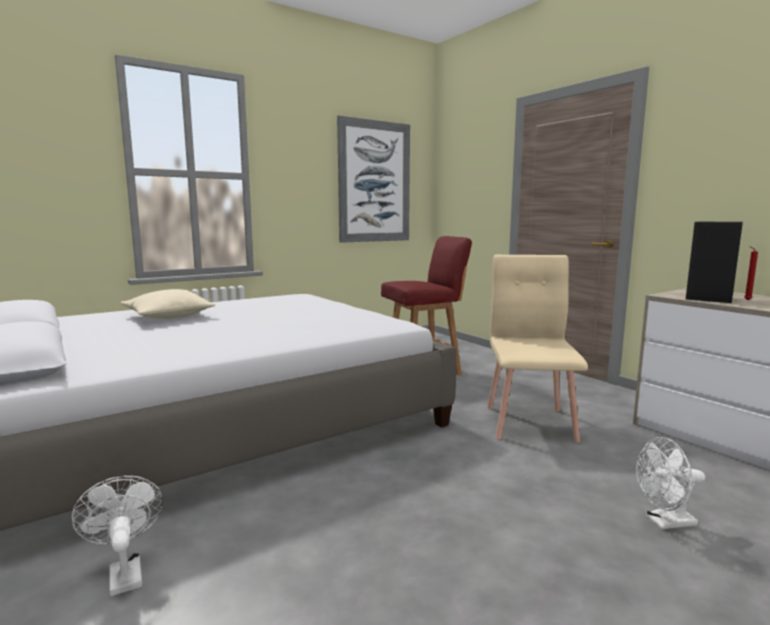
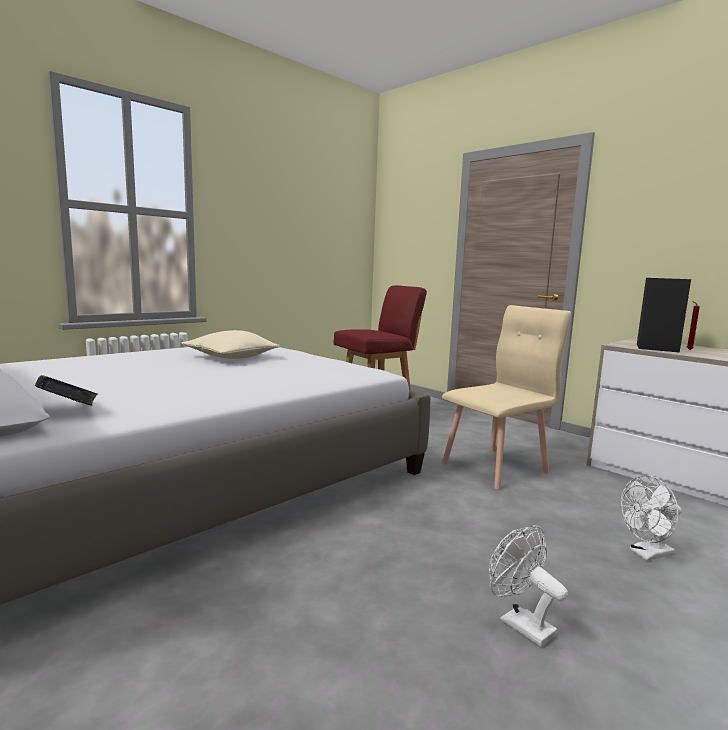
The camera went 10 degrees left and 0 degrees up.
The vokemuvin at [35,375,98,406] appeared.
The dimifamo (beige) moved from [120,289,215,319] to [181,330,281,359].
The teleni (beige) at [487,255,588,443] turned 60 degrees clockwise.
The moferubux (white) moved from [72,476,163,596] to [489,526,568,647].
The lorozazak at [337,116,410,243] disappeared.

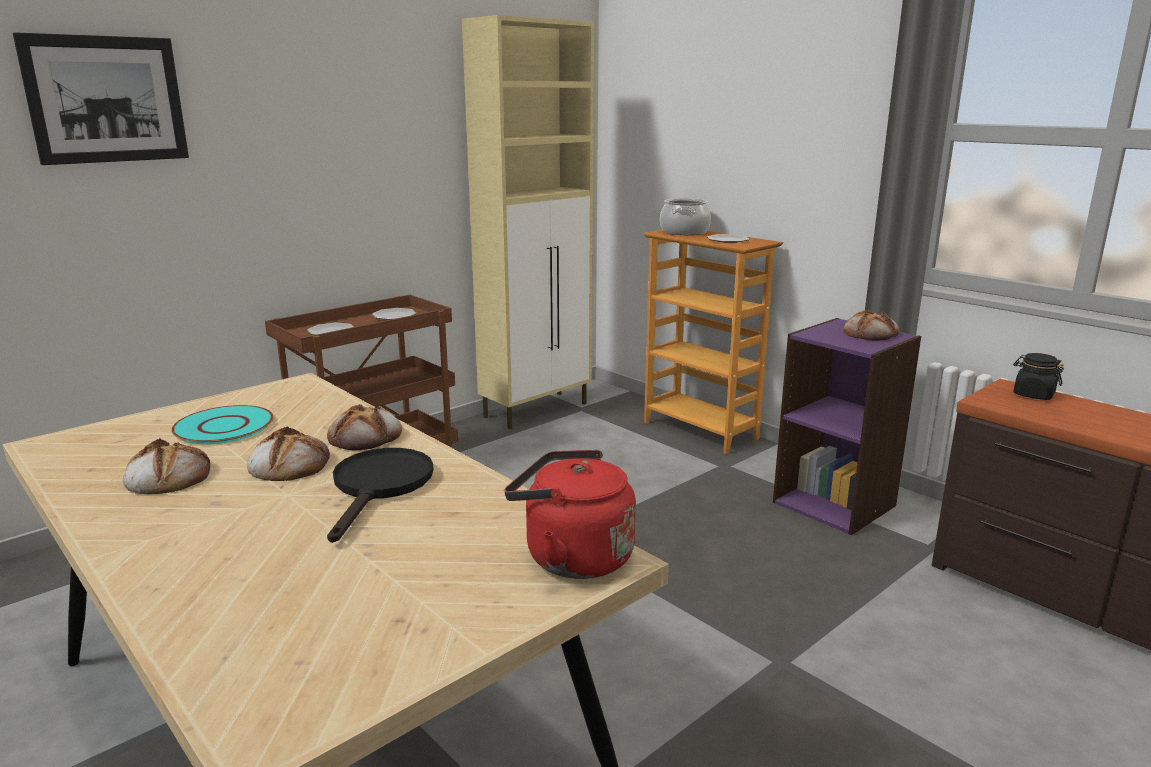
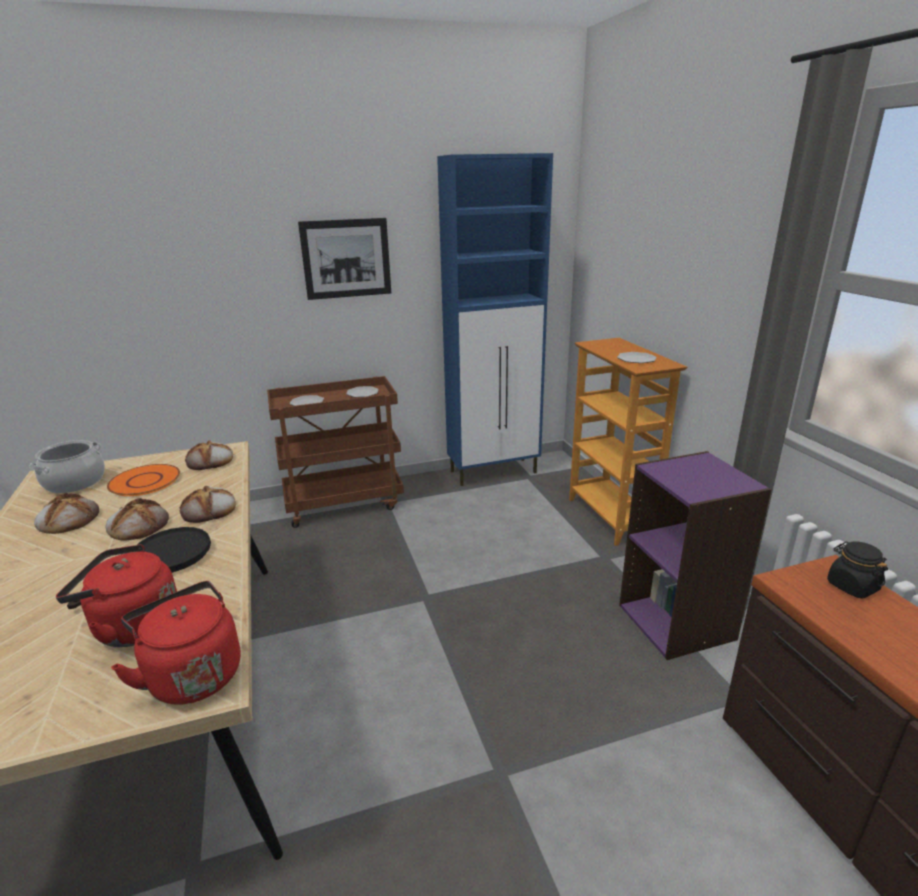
The camera went 25 degrees right and 5 degrees up.
The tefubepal moved from [660,198,711,235] to [29,440,105,493].
The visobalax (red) at [56,544,177,647] appeared.
The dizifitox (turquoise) at [171,405,274,444] became the dizifitox (orange) at [107,464,180,496].
The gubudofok moved from [843,310,899,341] to [185,440,233,470].
The lorozazak moved from [13,32,189,165] to [298,218,391,300].
The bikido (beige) at [462,15,594,429] became the bikido (blue) at [437,153,553,486].

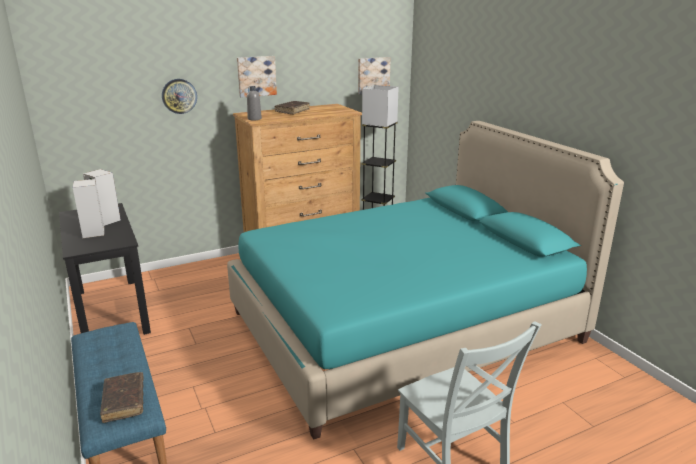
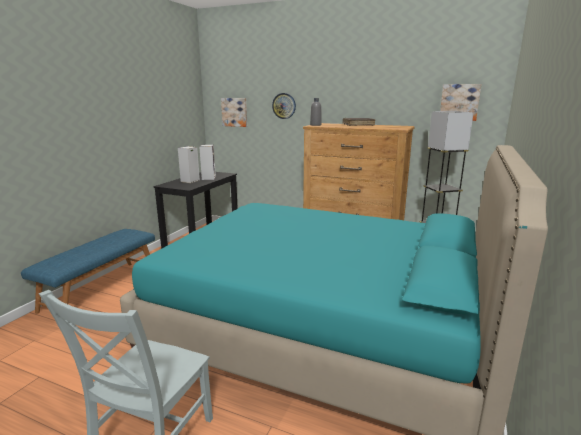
The camera went 50 degrees right and 5 degrees down.
The lorozazak moved from [237,56,277,98] to [221,98,247,127].
The vokemuvin (brown) at [100,372,144,423] disappeared.

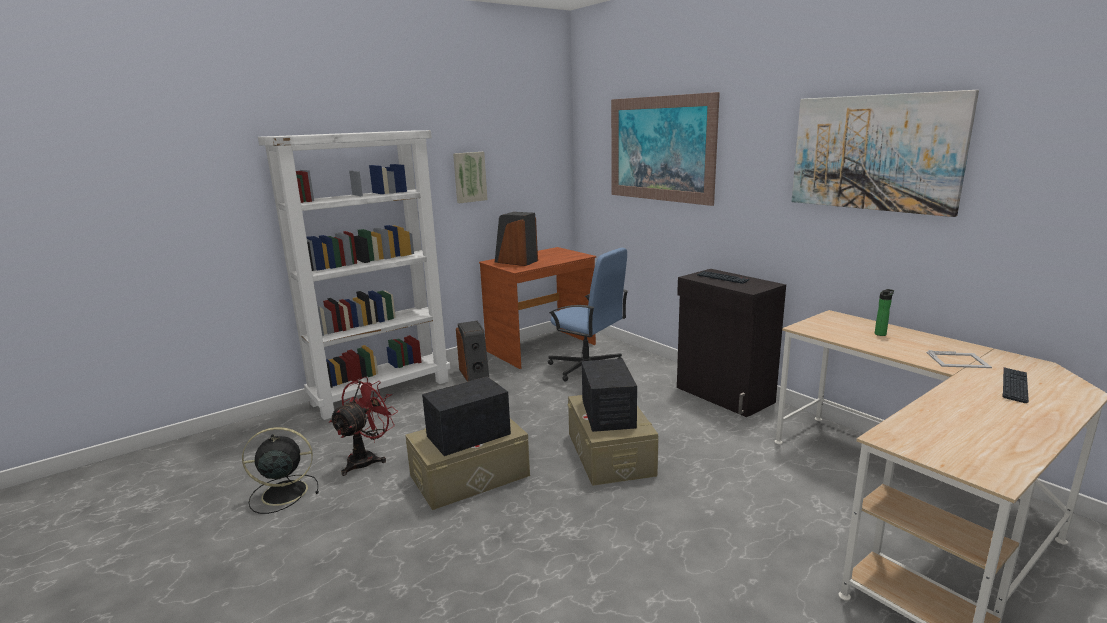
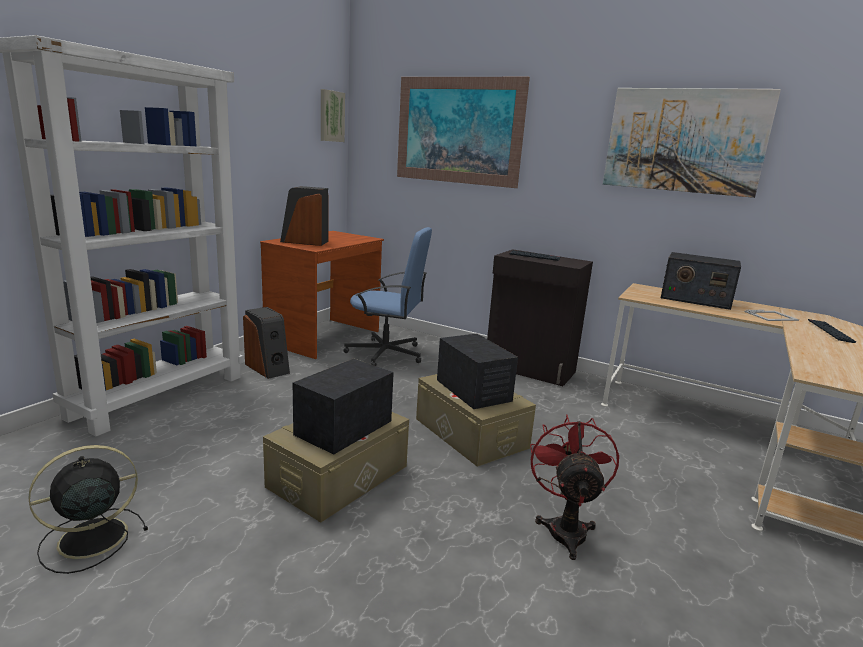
The camera went 25 degrees left and 0 degrees up.
The lorozazak moved from [453,152,488,203] to [321,89,345,142].
The moferubux (red) moved from [329,377,398,476] to [530,414,619,560].
The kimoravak at [875,289,894,336] was replaced by the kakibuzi at [661,252,741,310].

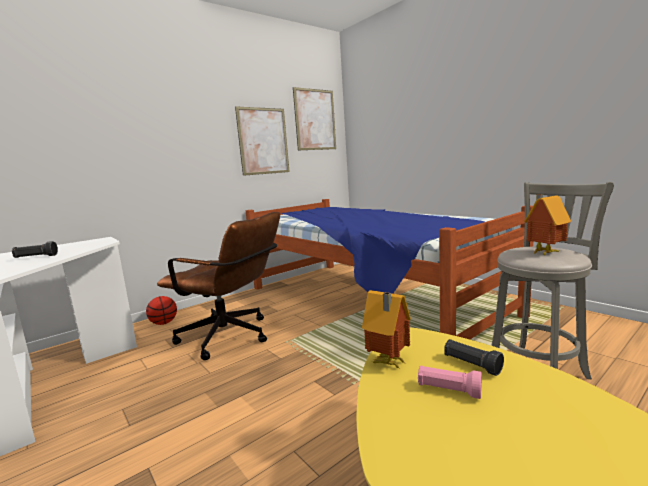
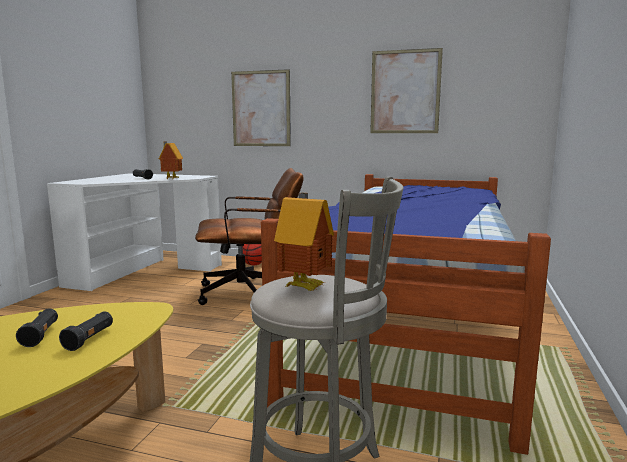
The camera went 55 degrees right and 0 degrees up.
The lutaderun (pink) at [418,366,482,399] became the lutaderun (black) at [16,308,58,347].
The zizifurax moved from [362,290,411,369] to [159,142,183,179].
The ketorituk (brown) at [157,212,280,360] turned 90 degrees counterclockwise.
The lorozazak moved from [293,87,336,150] to [231,69,291,146].

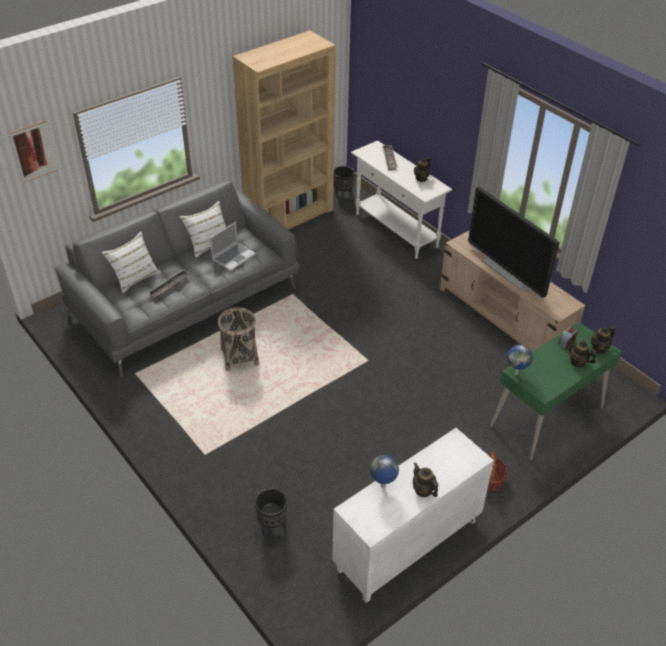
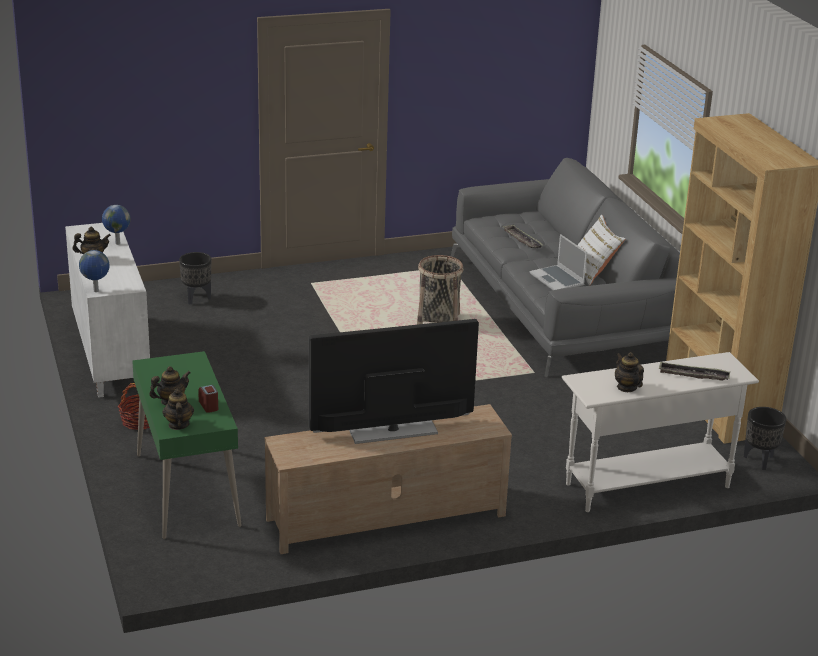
The camera went 110 degrees right and 15 degrees down.
The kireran moved from [507,345,533,375] to [79,250,109,292].
The lorozazak at [10,120,58,182] disappeared.
The dimifamo (white) at [101,232,161,293] disappeared.

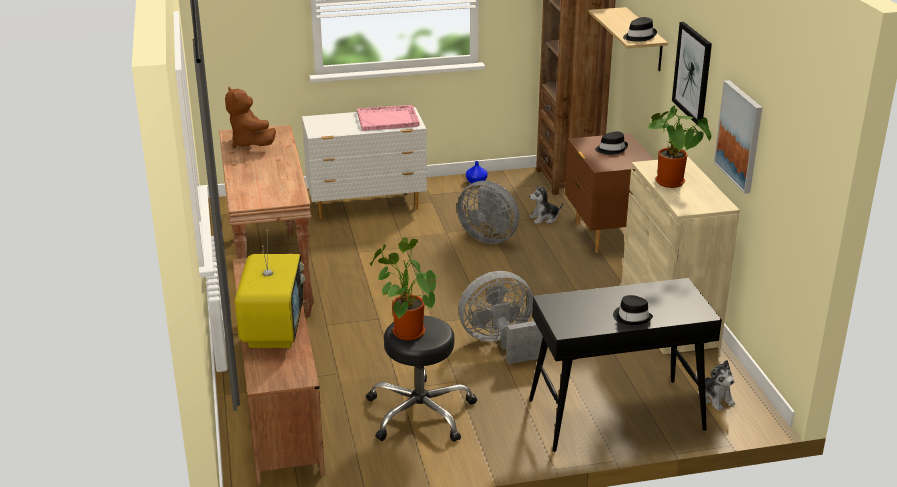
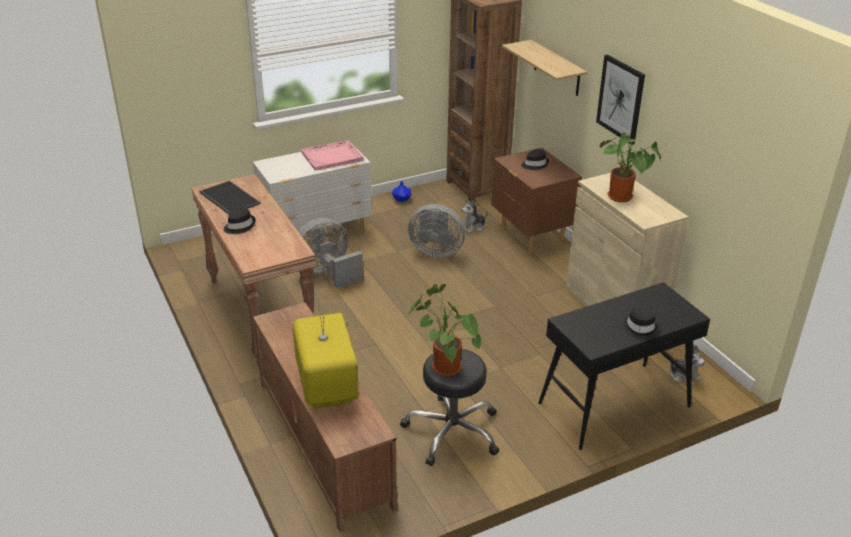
The camera went 15 degrees left and 5 degrees up.
The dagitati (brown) at [225,87,276,148] was replaced by the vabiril at [199,180,260,214].
The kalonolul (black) moved from [623,17,657,42] to [224,207,256,234].
The moferubux (grey) moved from [459,271,546,364] to [298,218,363,289].
The lorozazak at [714,80,763,194] disappeared.

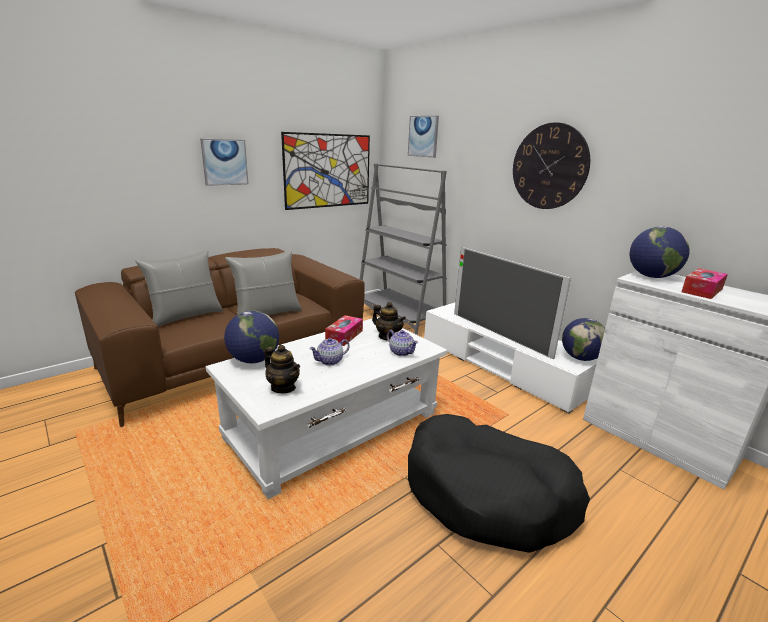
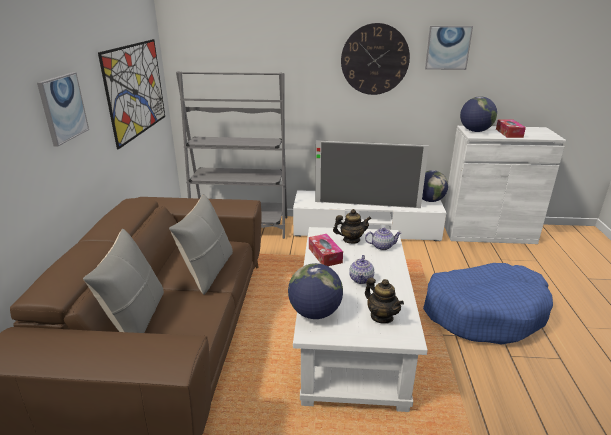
The camera went 45 degrees left and 5 degrees up.
The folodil at [264,345,300,393] turned 60 degrees clockwise.
The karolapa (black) at [408,414,590,553] became the karolapa (blue) at [423,263,553,344].
The lorozazak moved from [408,116,439,158] to [425,26,473,70].

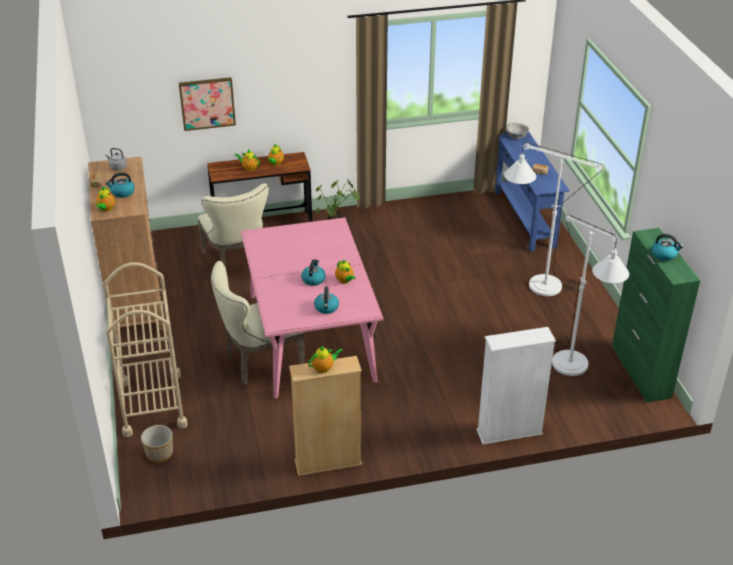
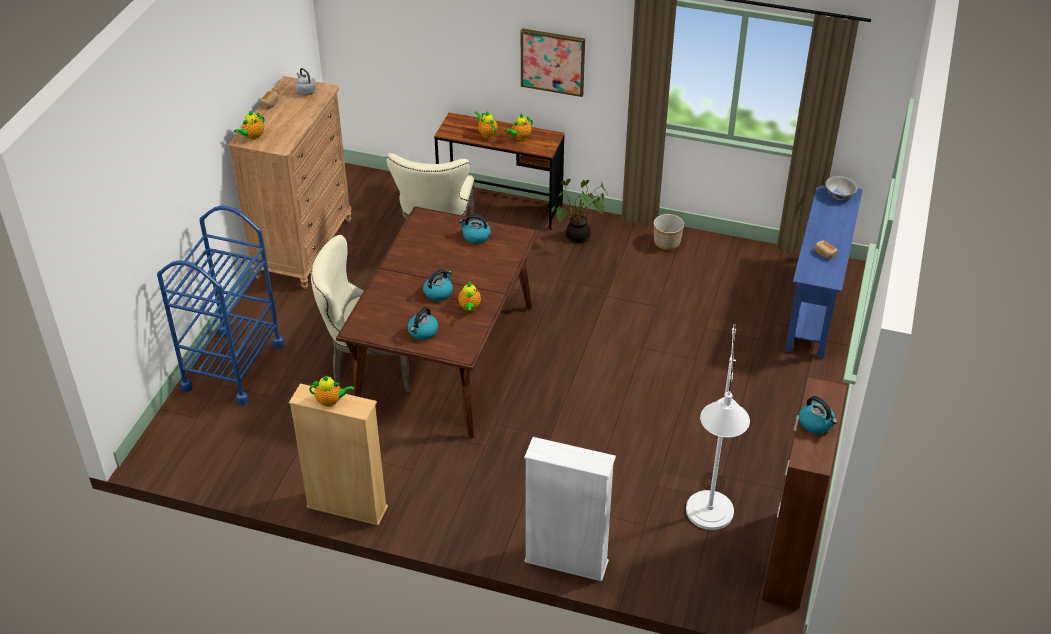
The camera went 30 degrees right and 5 degrees up.
The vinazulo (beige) at [104,262,188,437] became the vinazulo (blue) at [157,206,285,406].
The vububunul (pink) at [241,218,383,398] became the vububunul (brown) at [336,206,539,439].
The visobalax moved from [105,172,135,198] to [459,214,491,244].
The lorozazak moved from [179,77,236,131] to [521,28,585,97].
The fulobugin moved from [141,425,173,463] to [653,214,684,250].
The bikido (green) at [612,228,700,402] became the bikido (brown) at [762,377,847,609].
The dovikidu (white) at [504,142,604,296] disappeared.

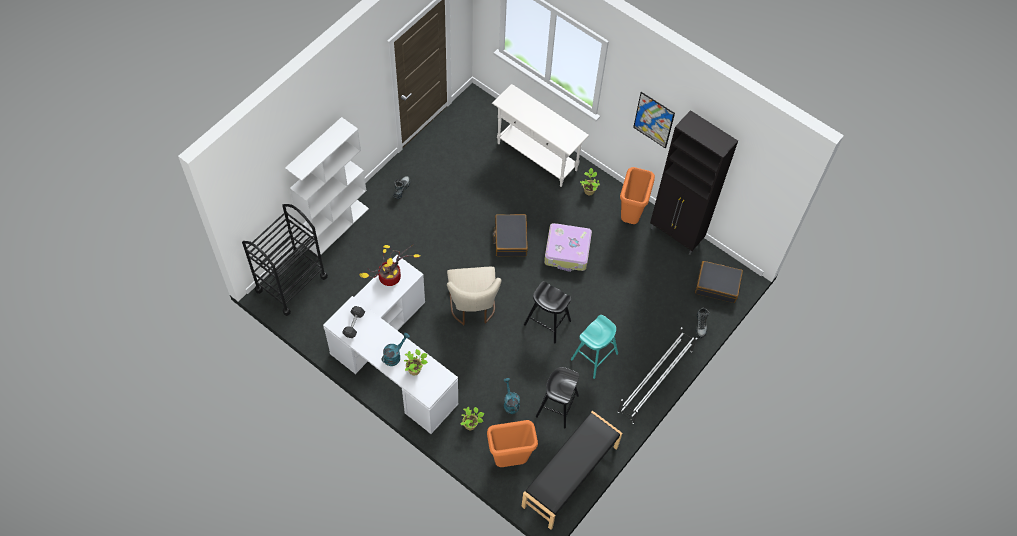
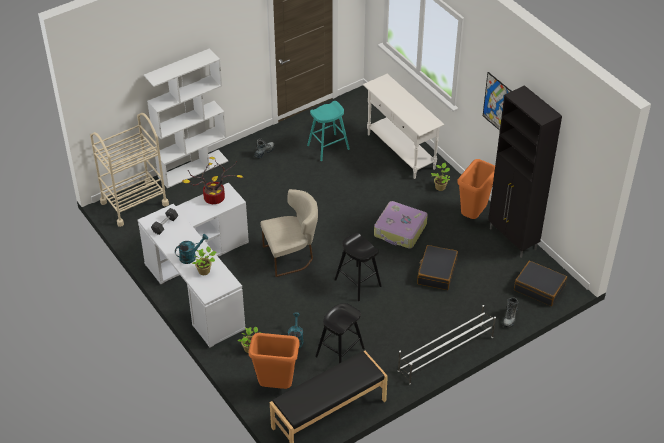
The camera went 20 degrees right and 15 degrees down.
The vinazulo (black) at [242,204,328,316] became the vinazulo (beige) at [90,113,169,227].
The teleni (beige) at [447,267,501,325] turned 120 degrees counterclockwise.
The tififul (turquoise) moved from [571,315,618,379] to [307,101,350,161].
The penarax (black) moved from [493,214,528,256] to [417,245,458,290].

